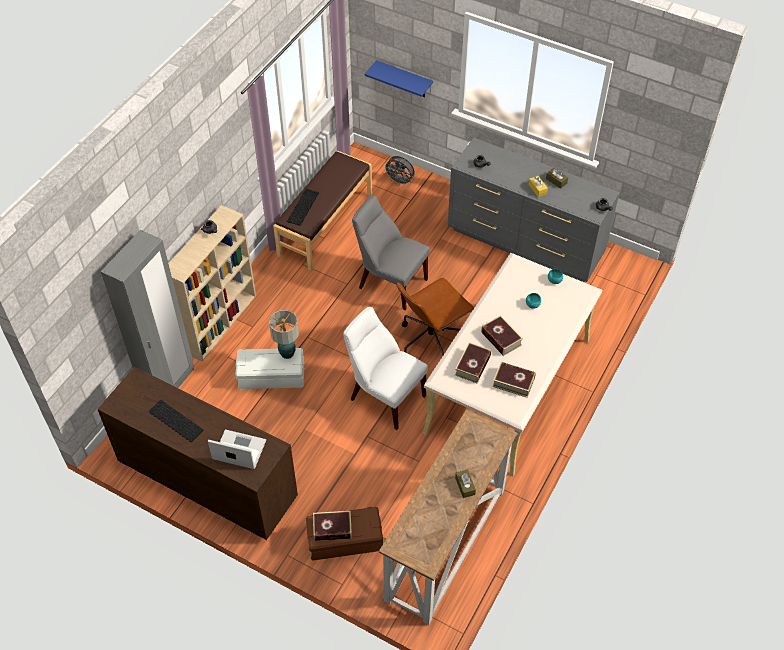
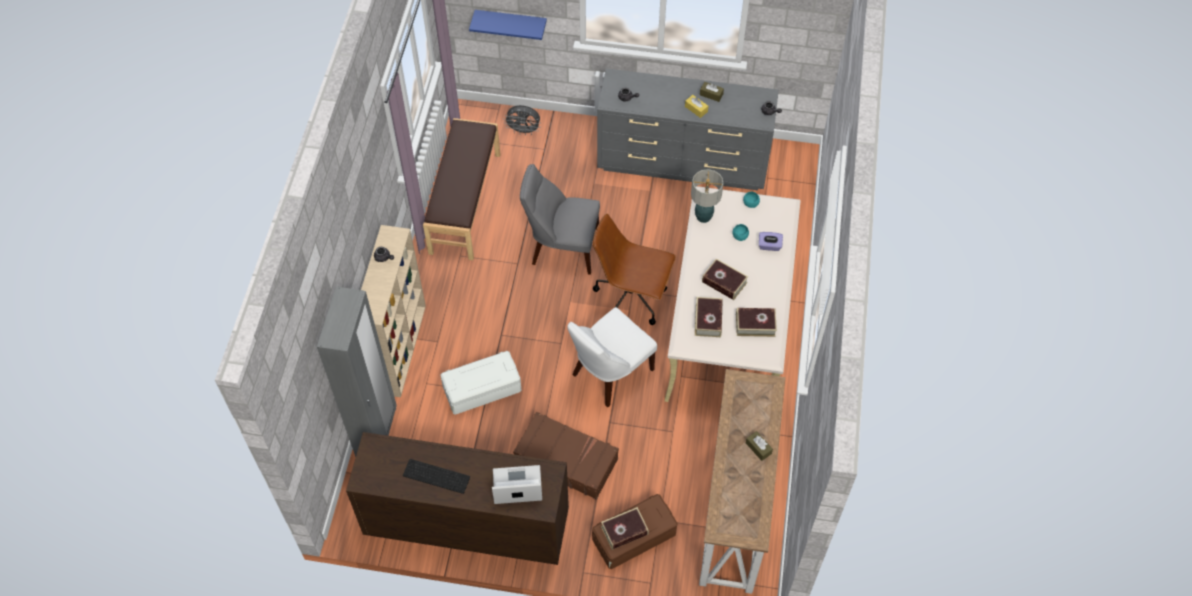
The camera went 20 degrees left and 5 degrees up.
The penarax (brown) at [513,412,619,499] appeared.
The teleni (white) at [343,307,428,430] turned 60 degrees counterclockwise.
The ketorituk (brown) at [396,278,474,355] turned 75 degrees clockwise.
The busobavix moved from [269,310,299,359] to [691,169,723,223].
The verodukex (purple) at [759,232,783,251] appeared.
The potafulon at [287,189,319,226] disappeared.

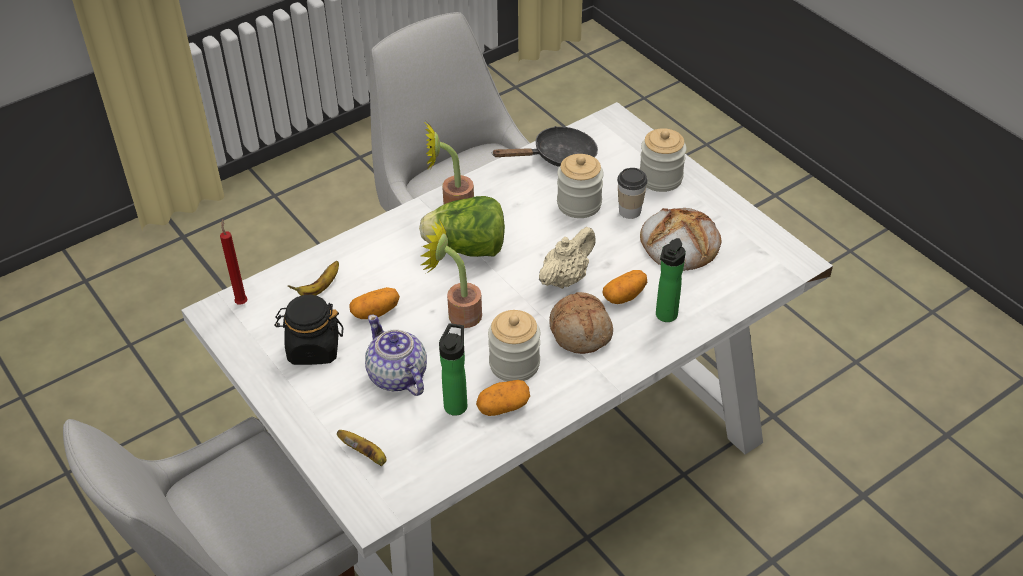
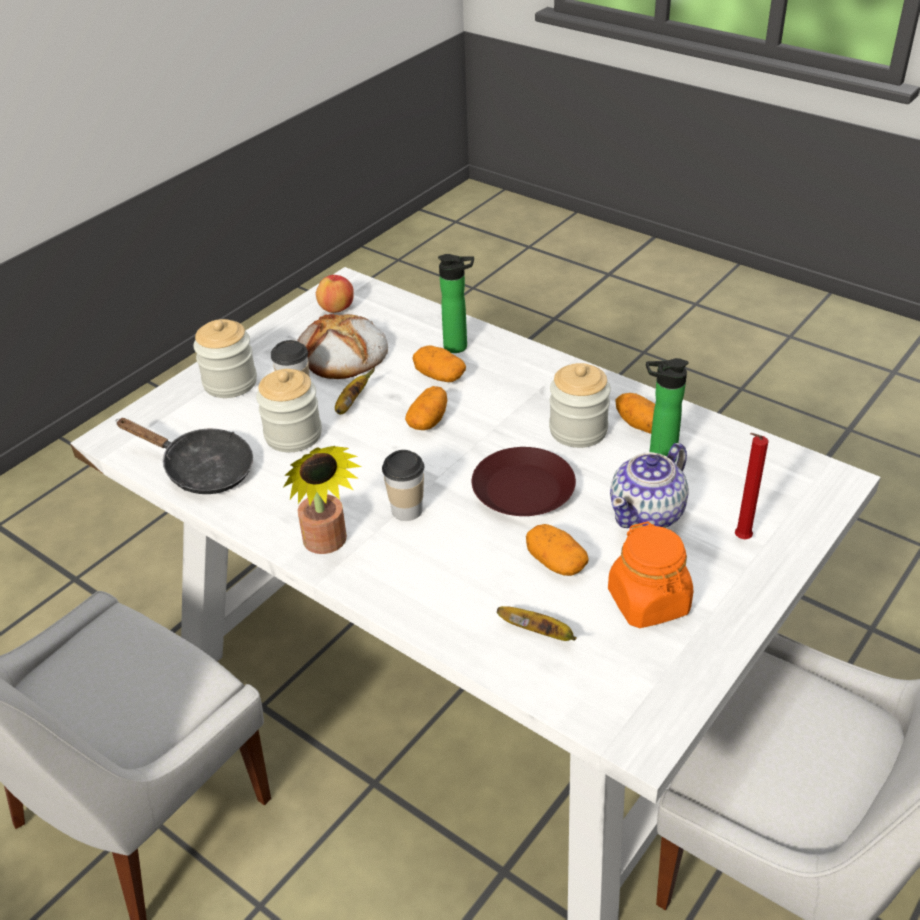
The camera went 105 degrees left and 5 degrees down.
The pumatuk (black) at [493,126,598,167] turned 150 degrees clockwise.
The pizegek at [316,275,354,313] appeared.
The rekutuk moved from [337,430,387,467] to [335,367,375,414].
The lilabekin at [419,196,505,257] was replaced by the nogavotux at [382,450,424,521].
The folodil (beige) at [539,227,596,289] was replaced by the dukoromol at [405,386,447,430].
The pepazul at [421,219,482,328] was replaced by the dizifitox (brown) at [472,447,576,516].
The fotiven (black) at [274,295,343,365] became the fotiven (orange) at [608,521,694,628].
The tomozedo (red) moved from [220,219,248,305] to [735,433,769,539].
The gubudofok at [550,292,613,354] disappeared.

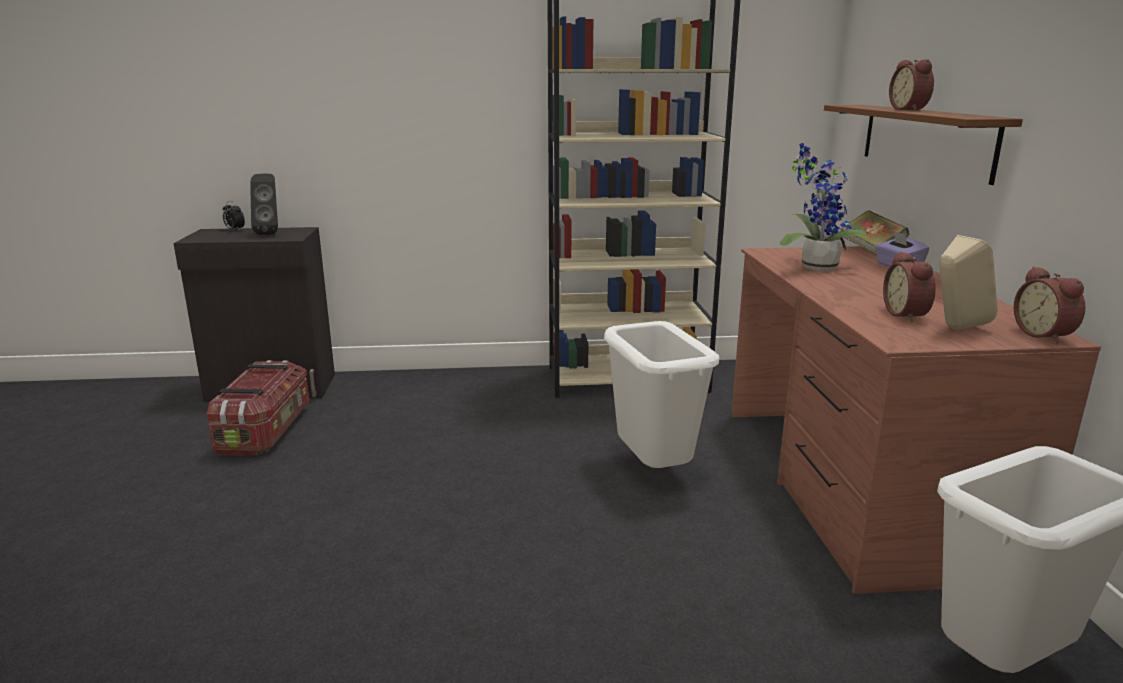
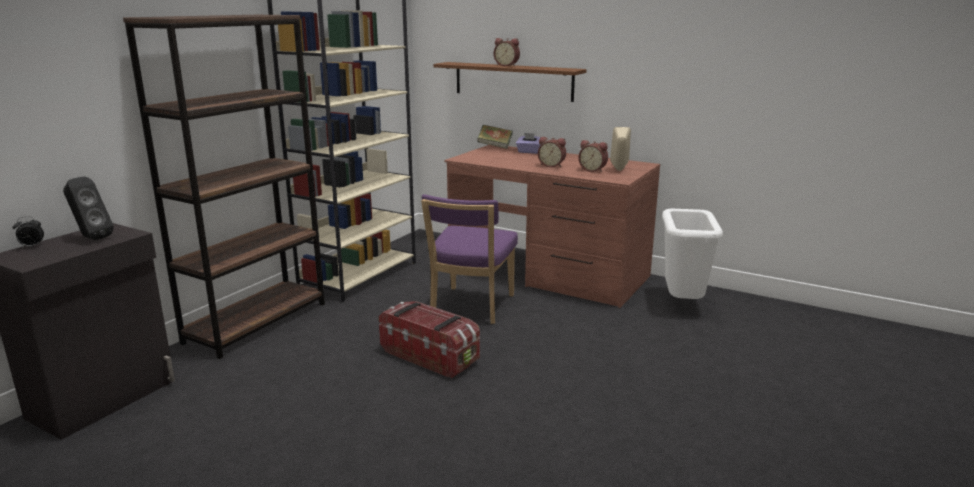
The camera went 55 degrees left and 0 degrees up.
The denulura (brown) at [123,15,325,359] appeared.
The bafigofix moved from [207,360,309,455] to [379,301,480,379].
The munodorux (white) at [604,321,719,468] was replaced by the teleni (purple) at [421,194,518,324].
The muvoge moved from [1014,266,1085,344] to [538,137,566,167].
The pepazul at [779,143,869,271] disappeared.

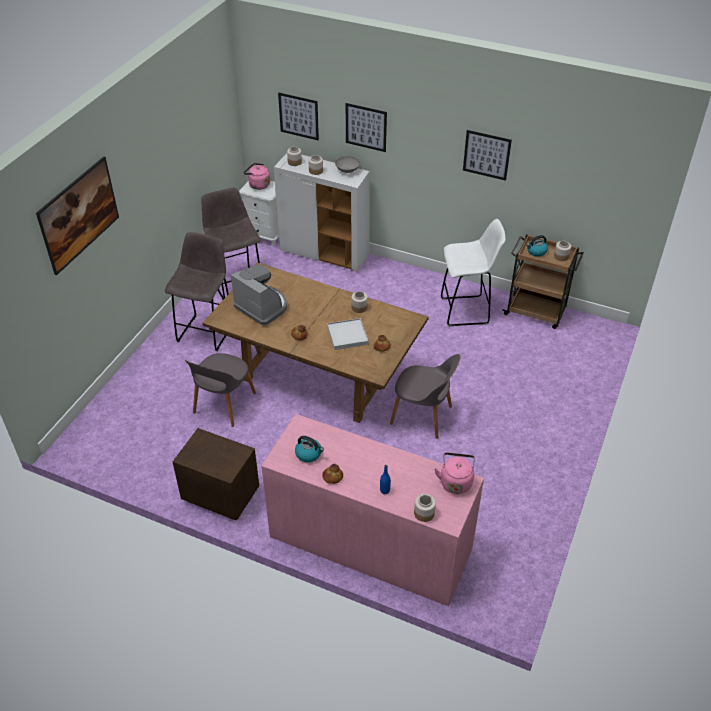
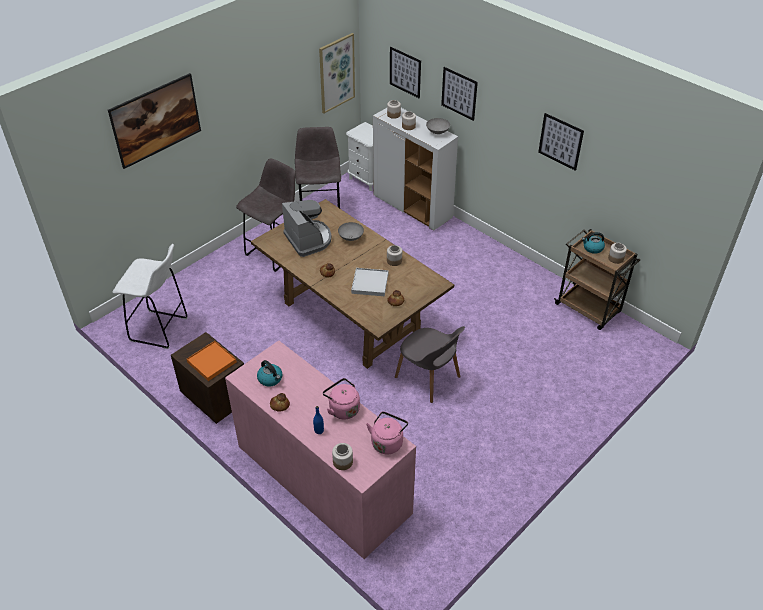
The camera went 20 degrees right and 0 degrees up.
The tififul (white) moved from [441,219,506,327] to [113,244,188,349].
The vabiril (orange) at [187,341,237,381] appeared.
The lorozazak at [319,33,355,113] appeared.
The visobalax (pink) moved from [243,163,270,190] to [323,378,360,420].
The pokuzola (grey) at [338,222,364,241] appeared.
The teleni (grey) at [184,353,256,427] disappeared.

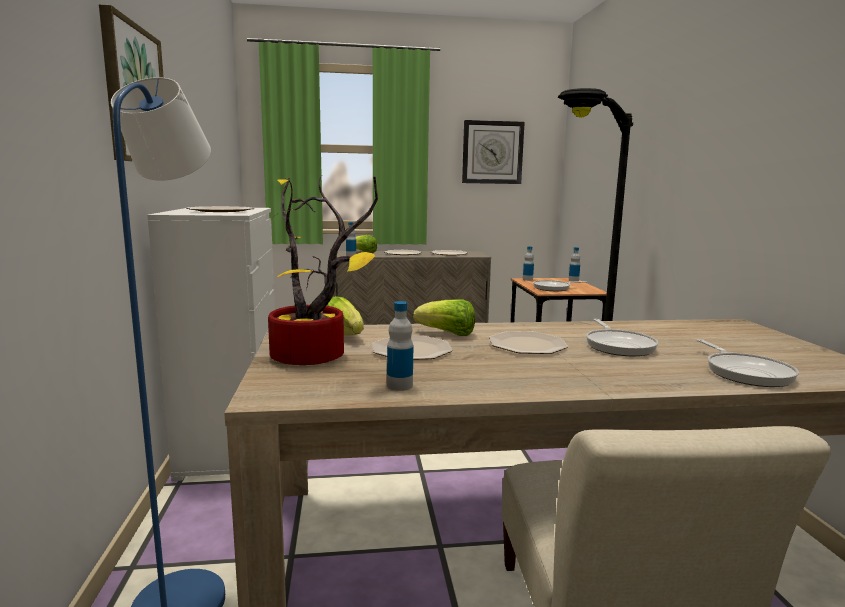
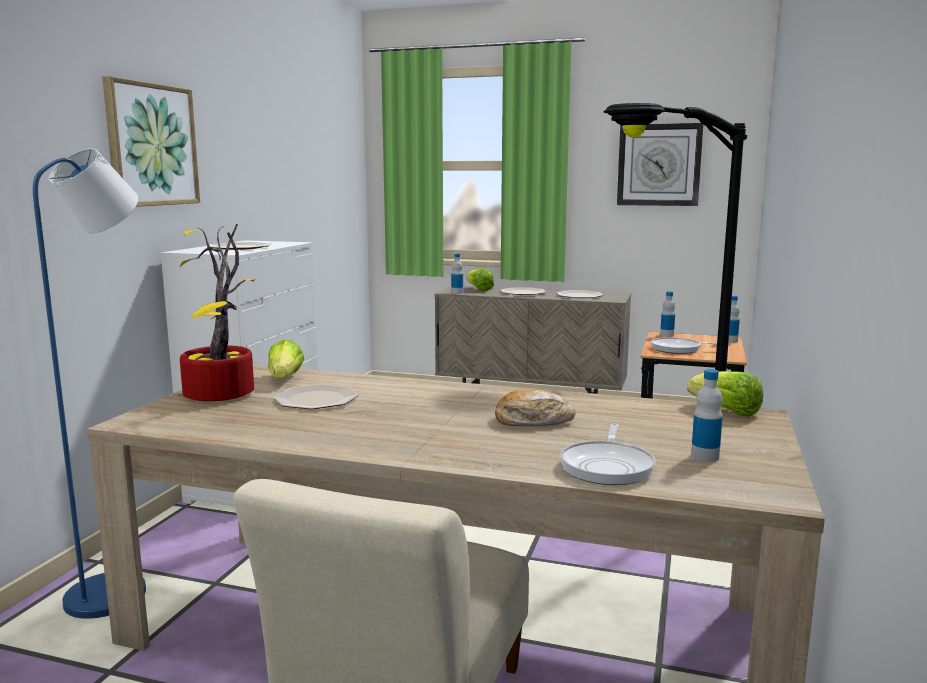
The camera went 25 degrees right and 0 degrees up.
The pumatuk at [586,319,658,356] was replaced by the gubudofok at [495,389,576,426].
The lilabekin moved from [413,299,475,336] to [687,371,763,417].
The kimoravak moved from [387,301,413,391] to [691,369,723,462].
The dizifitox at [489,331,568,354] disappeared.

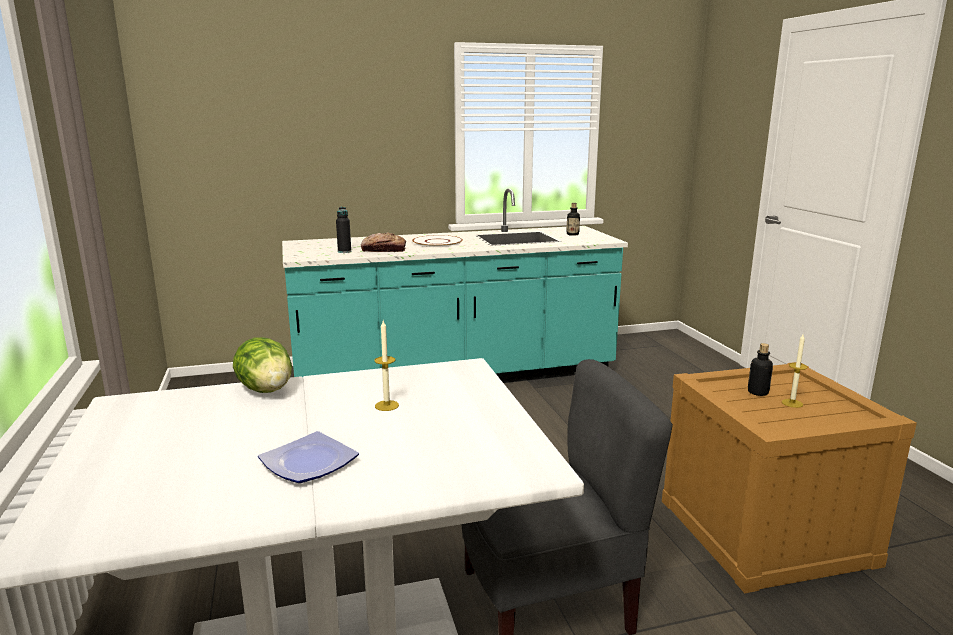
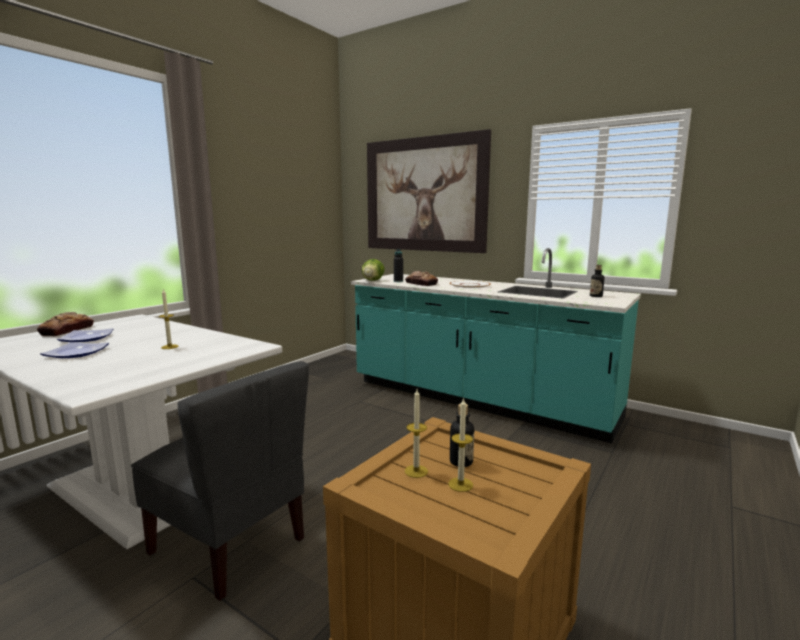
The camera went 50 degrees right and 5 degrees down.
The gubudofok at [37,312,94,336] appeared.
The dizifitox at [57,328,113,342] appeared.
The lilabekin moved from [233,337,292,393] to [362,259,385,281].
The lorozazak at [367,129,491,253] appeared.
The tomozedo at [405,389,428,478] appeared.

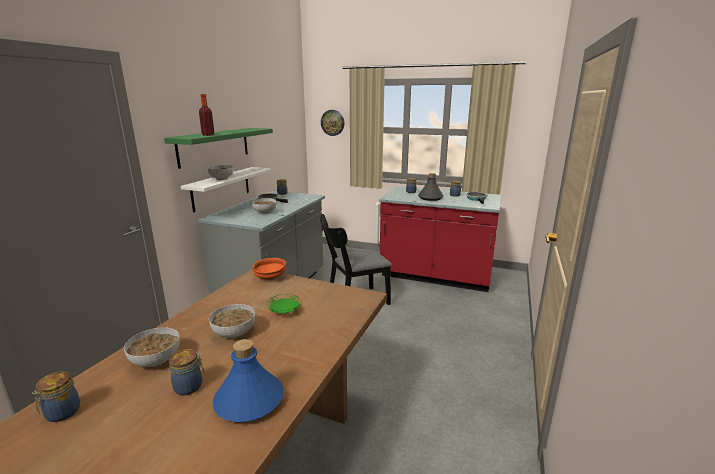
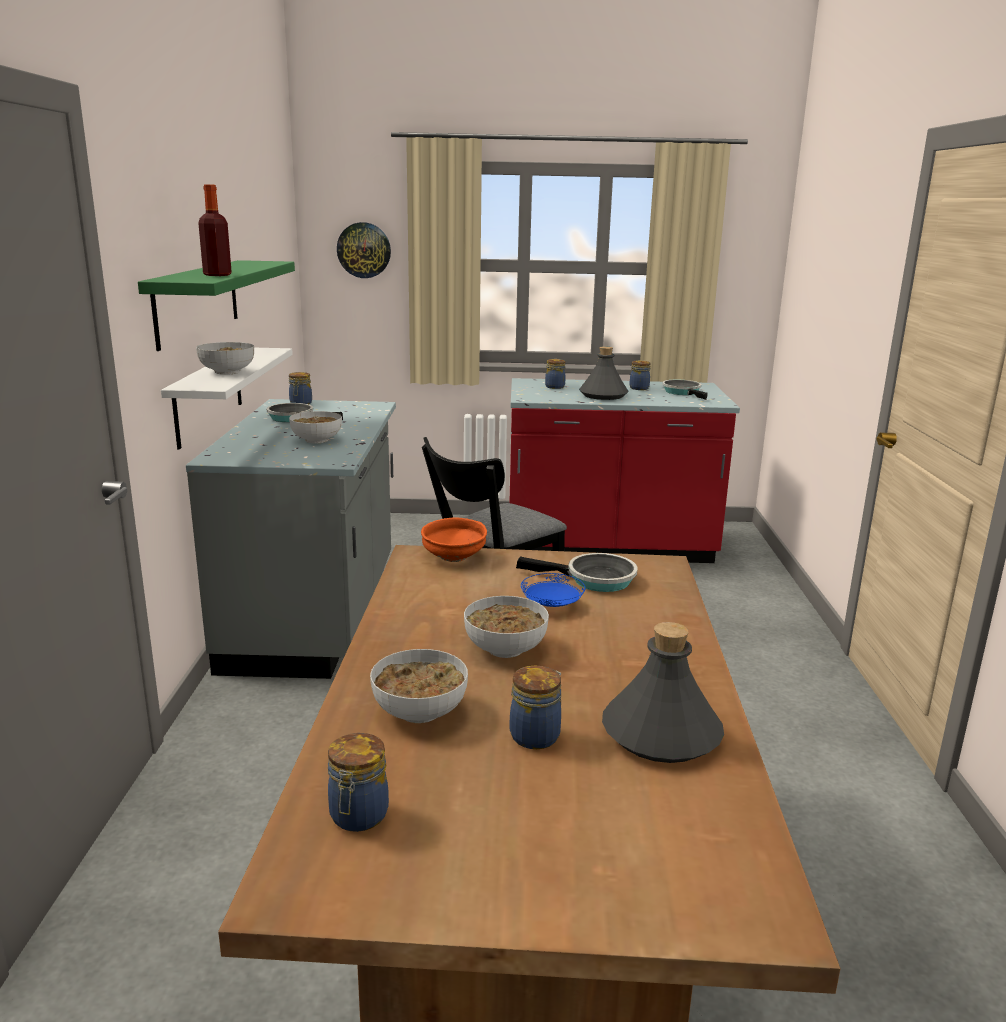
The camera went 20 degrees left and 0 degrees up.
The pumatuk at [516,553,638,592] appeared.
The dizifitox (green) at [267,294,301,313] became the dizifitox (blue) at [521,573,585,607].
The kimoravak (blue) at [213,339,284,422] became the kimoravak (grey) at [602,622,724,763].

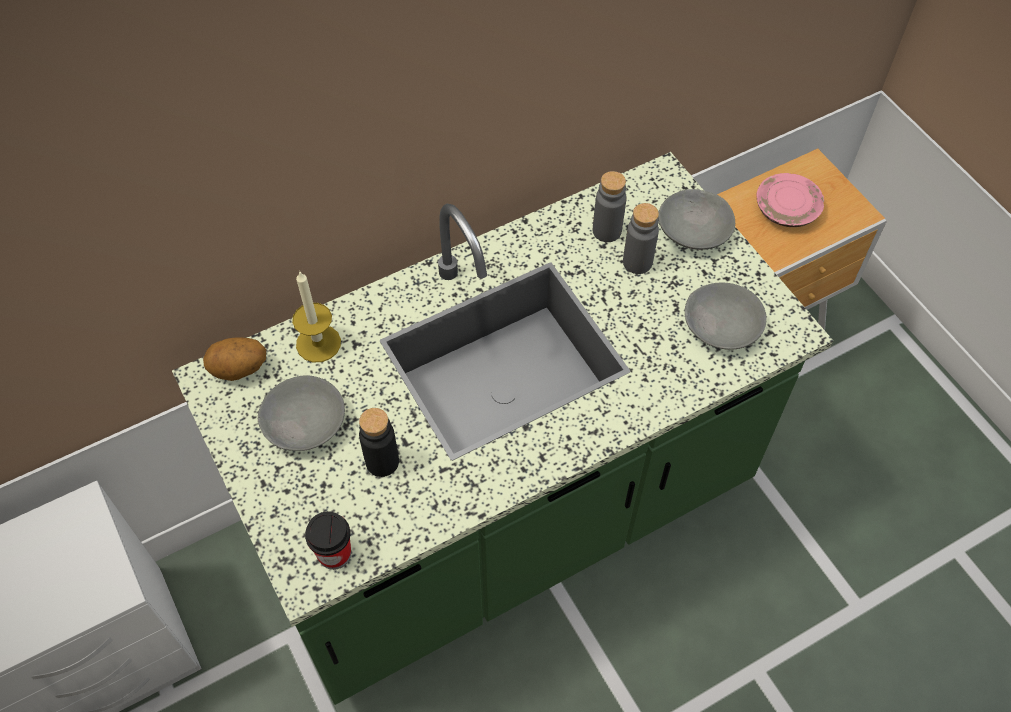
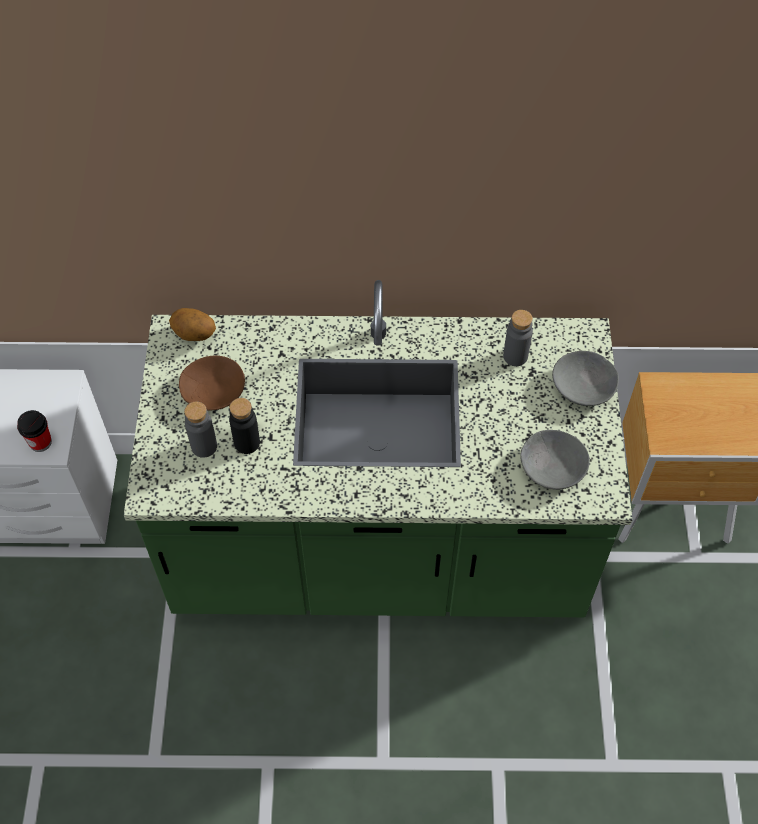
The camera went 30 degrees right and 0 degrees up.
The nogavotux moved from [305,511,351,570] to [17,410,52,452].
The pokuzola (grey) at [258,375,345,451] became the pokuzola (brown) at [179,356,245,411].
The kimoravak (grey) moved from [623,203,659,274] to [184,401,217,458].
The tomozedo at [292,271,341,362] disappeared.
The dizifitox (pink) at [756,173,824,227] disappeared.

